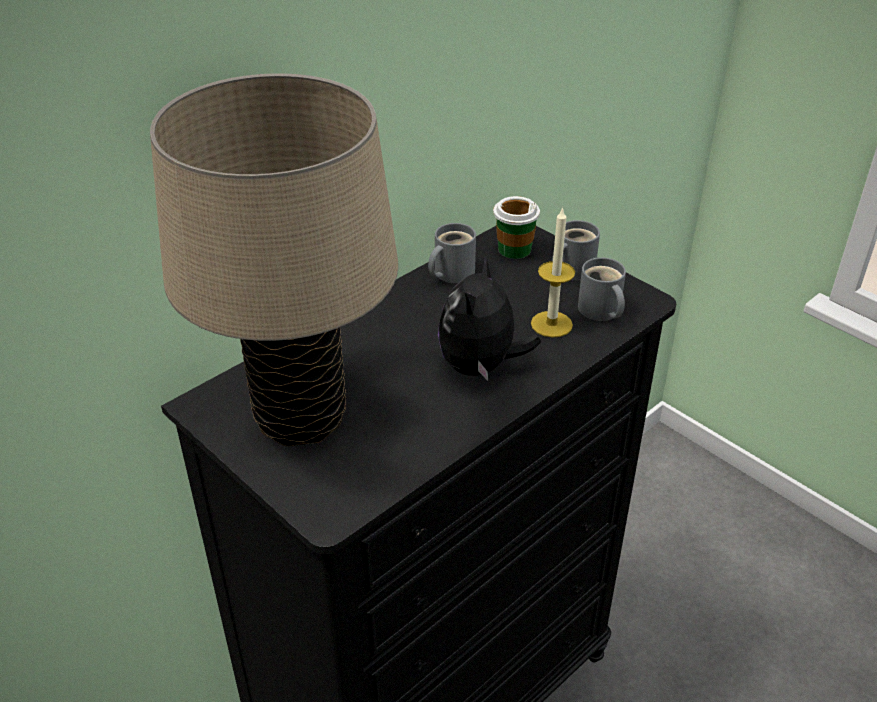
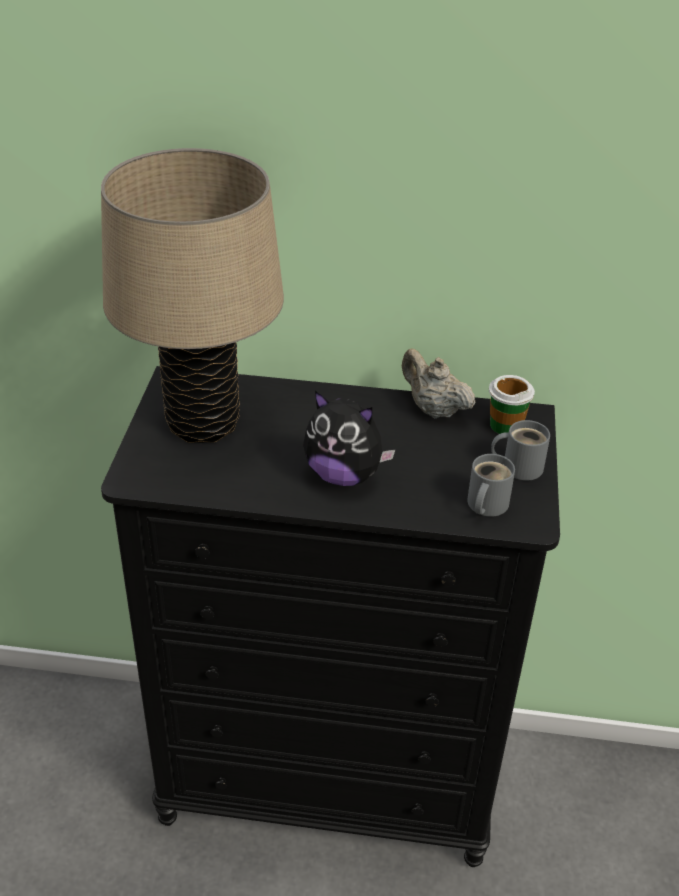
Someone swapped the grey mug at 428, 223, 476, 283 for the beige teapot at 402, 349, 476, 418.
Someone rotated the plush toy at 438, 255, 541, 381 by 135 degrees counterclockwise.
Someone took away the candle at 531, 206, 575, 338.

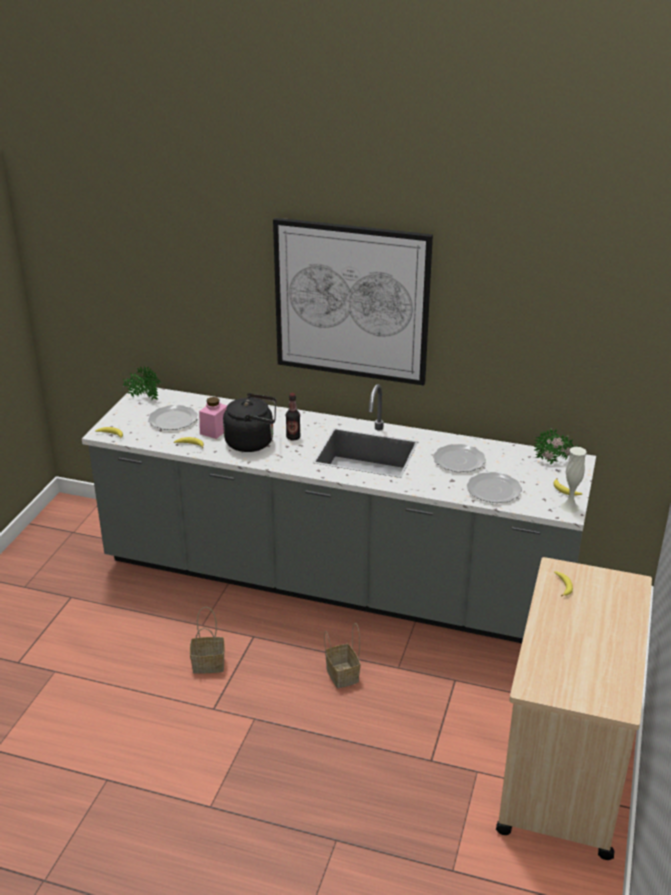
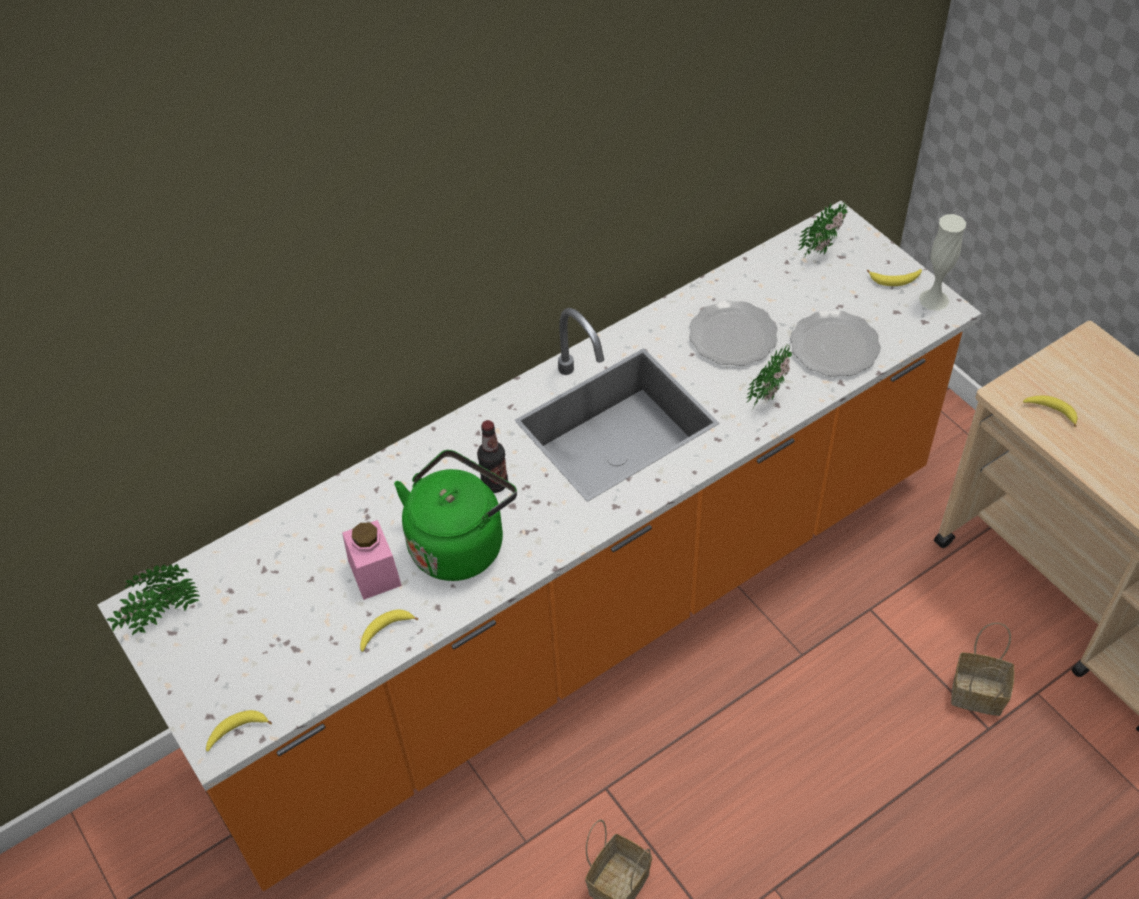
Someone repainted the grey counter at 82, 384, 596, 643, which became the orange counter at 98, 201, 982, 891.
Someone took away the plate at 148, 405, 198, 430.
Someone repainted the black kettle at 223, 393, 276, 452, which became the green kettle at 394, 450, 517, 581.
Someone took away the picture at 273, 218, 433, 386.
Someone carried the basket from 324, 623, 360, 688 to 951, 623, 1014, 716.
Someone put down the potted plant at 746, 344, 792, 410.

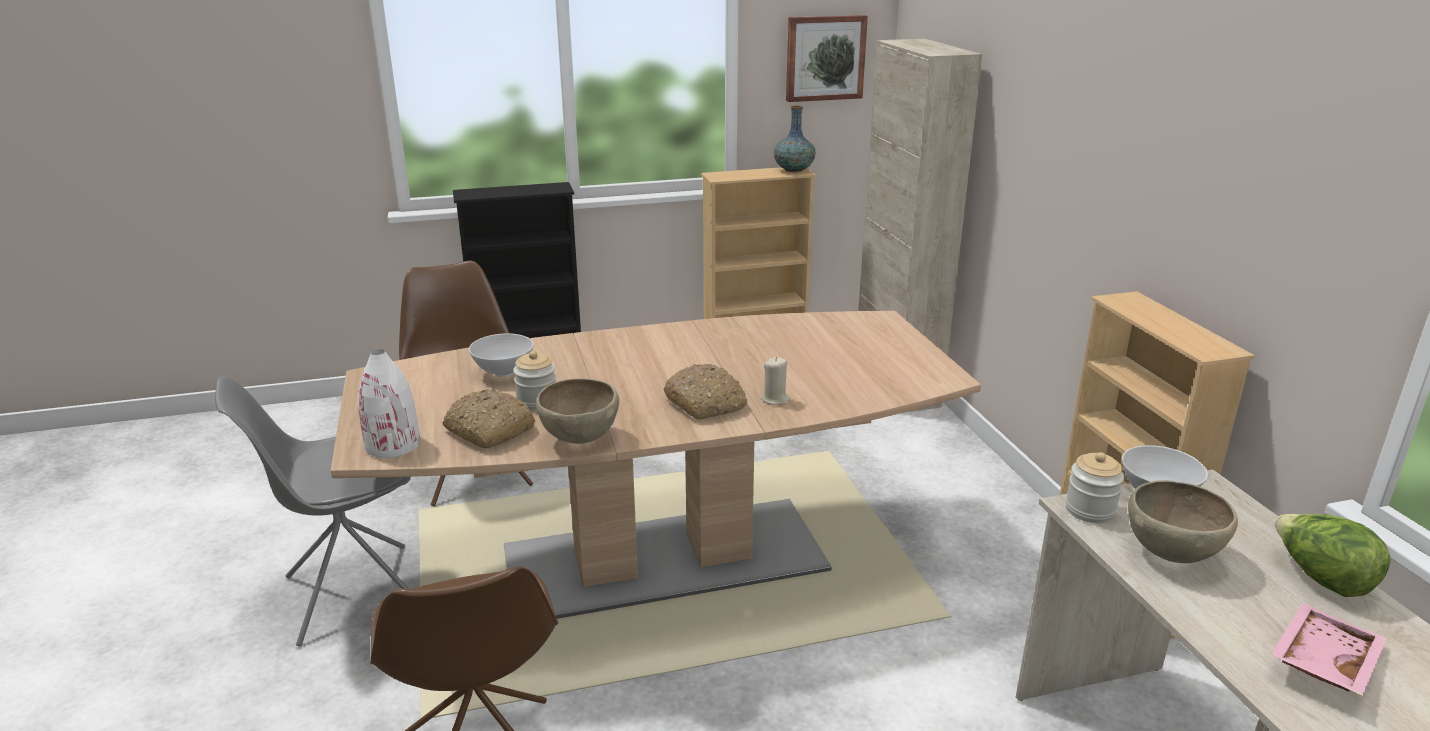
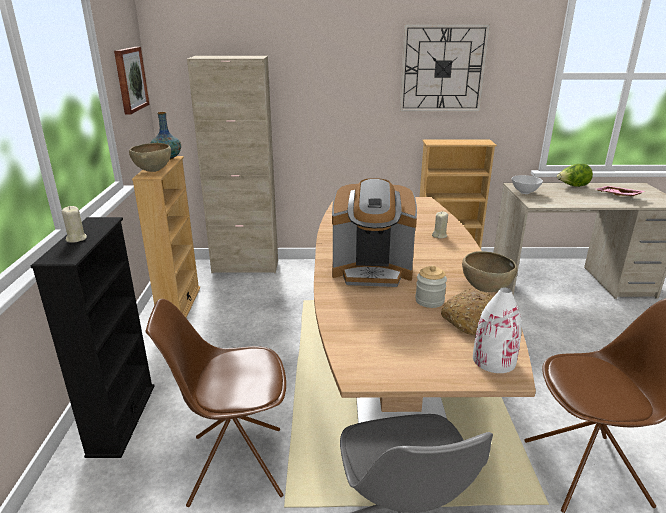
Someone took away the white bowl at 469, 333, 534, 377.
Someone took away the bread at 663, 364, 747, 420.
Someone took away the jar at 1065, 452, 1124, 523.
Someone carried the brown bowl from 1128, 480, 1238, 563 to 129, 143, 171, 172.
Someone put down the beige candle at 61, 206, 87, 243.
Someone put down the coffee machine at 332, 178, 417, 287.
Someone put up the wall clock at 399, 24, 490, 112.

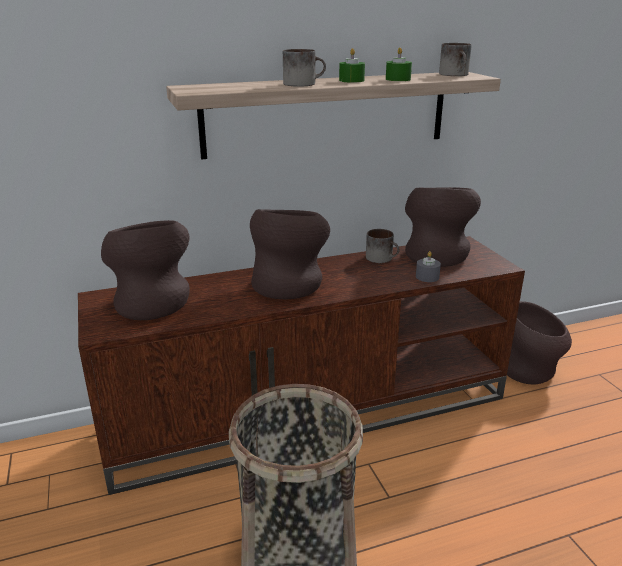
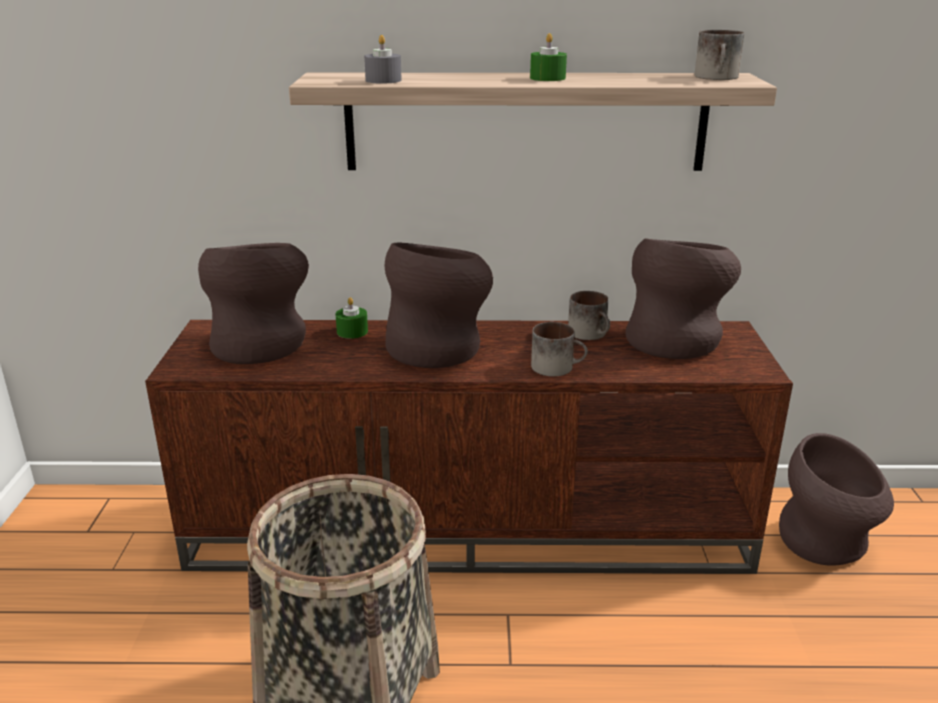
Someone carried the mug from 283, 49, 326, 87 to 531, 322, 588, 377.
Someone carried the green candle from 386, 47, 412, 81 to 335, 297, 368, 339.
Someone carried the grey candle from 416, 251, 441, 282 to 364, 35, 402, 84.

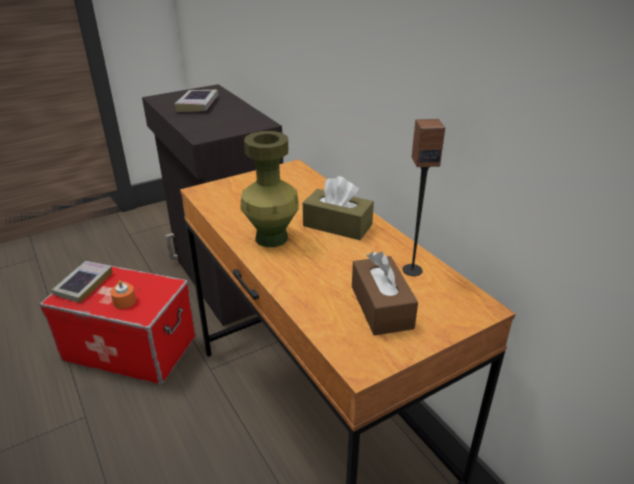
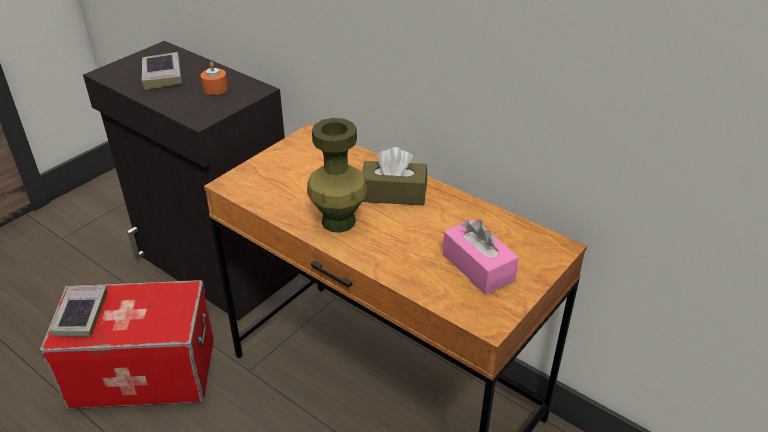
Someone carried the orange candle from 110, 280, 136, 309 to 201, 62, 228, 95.
Someone repainted the brown tissue box at 352, 252, 418, 336, which became the pink tissue box at 443, 219, 519, 295.
Someone took away the speaker at 402, 119, 445, 276.

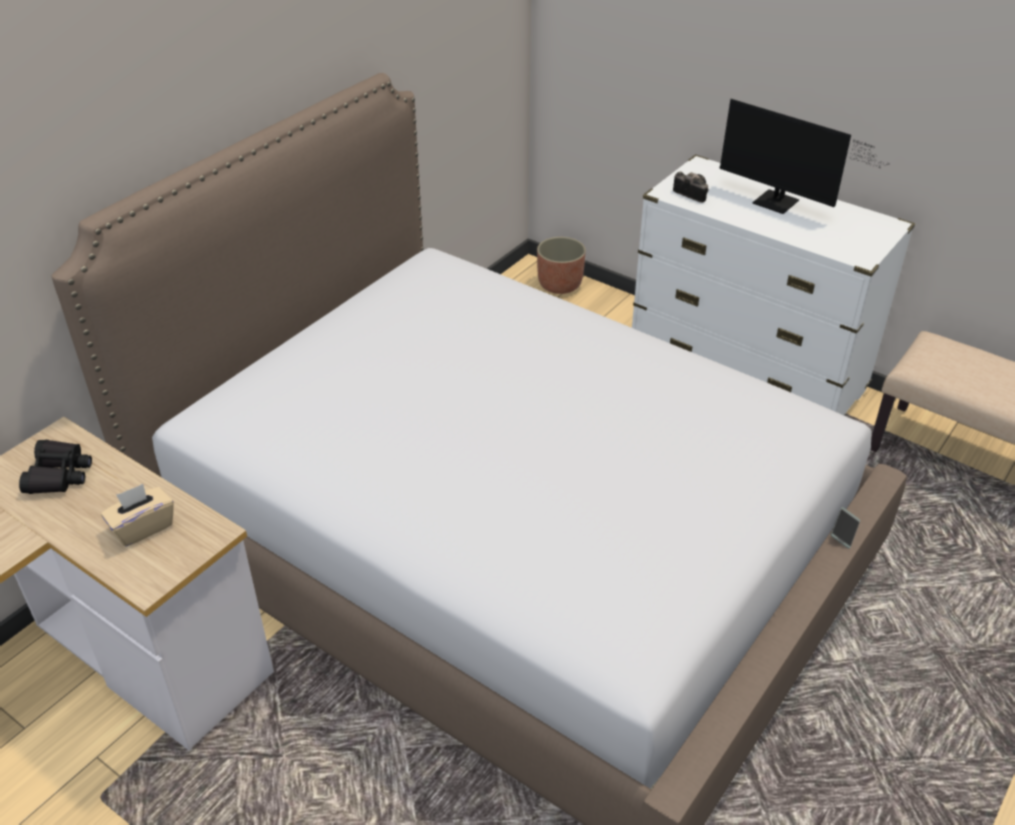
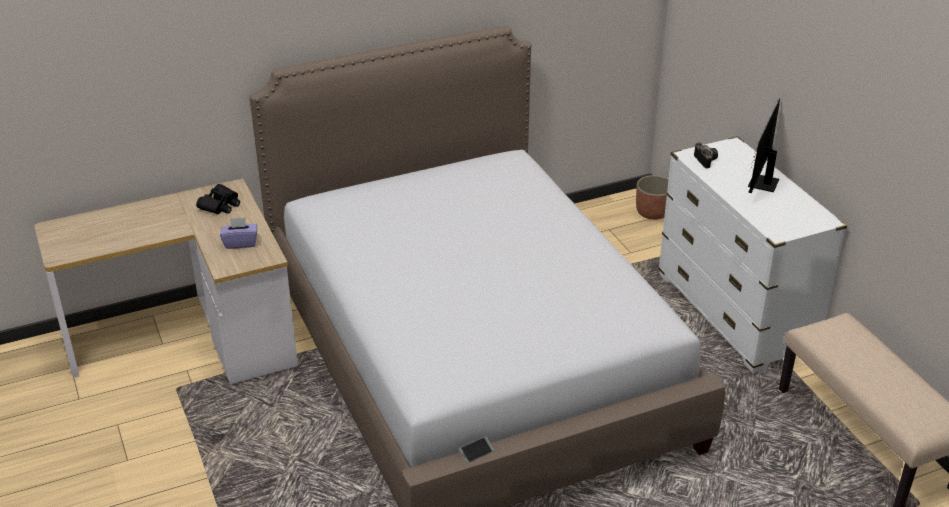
Someone repainted the beige tissue box at 101, 484, 174, 547, which became the purple tissue box at 220, 218, 257, 249.
Someone rotated the monitor at 719, 99, 888, 214 by 45 degrees clockwise.
Someone carried the phone from 831, 507, 860, 549 to 459, 437, 494, 463.

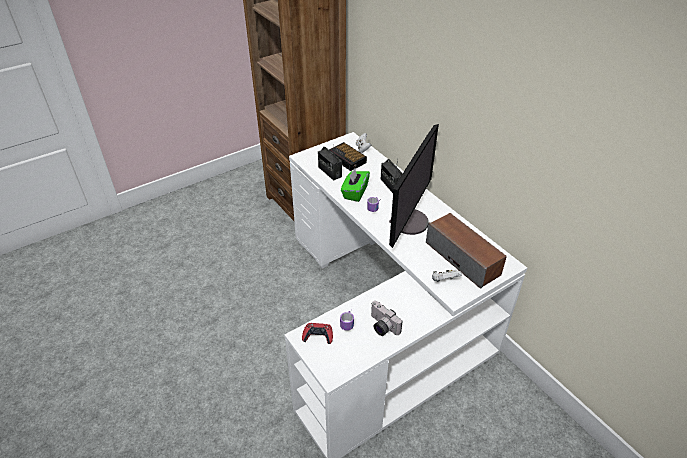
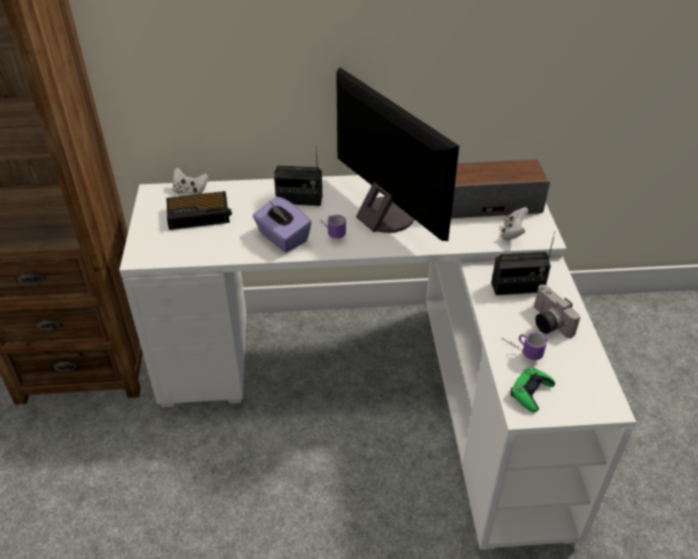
Someone repainted the red game controller at 302, 323, 333, 344, which became the green game controller at 511, 368, 555, 412.
Someone carried the radio from 318, 144, 342, 181 to 491, 232, 555, 295.
Someone repainted the green tissue box at 341, 168, 370, 202, which became the purple tissue box at 252, 197, 312, 252.
Someone rotated the photo camera at 371, 301, 402, 336 by 75 degrees clockwise.

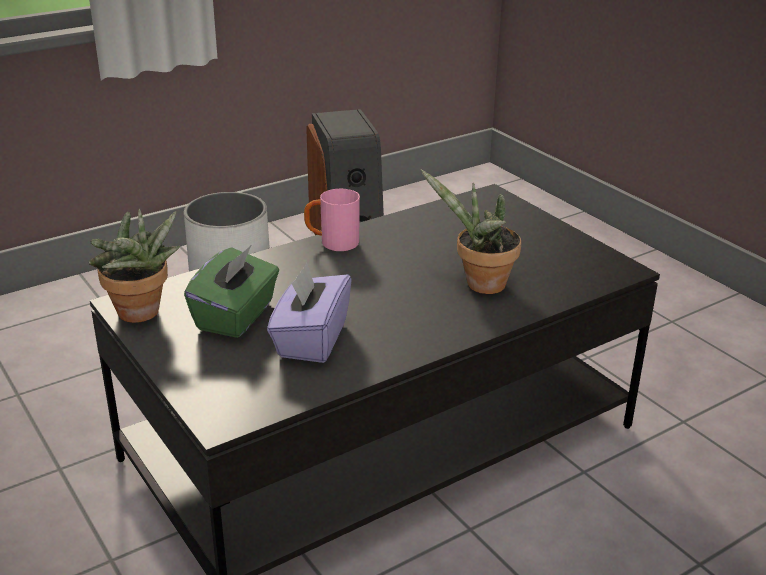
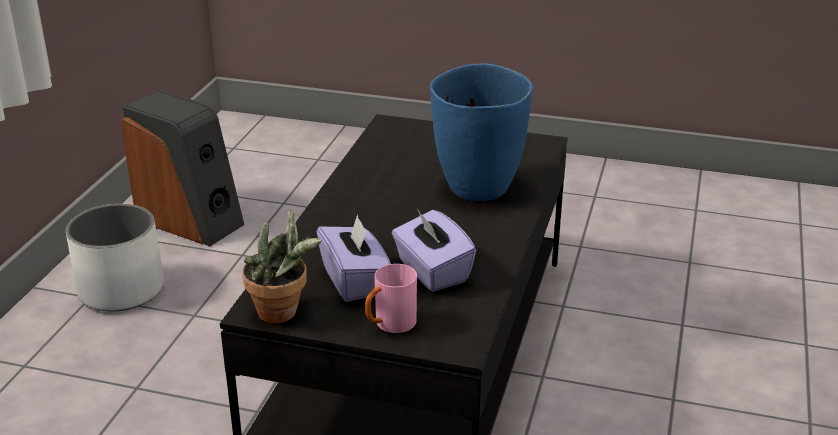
Someone repainted the green tissue box at 184, 246, 279, 338, which became the purple tissue box at 317, 214, 391, 302.
Someone carried the pink mug from 304, 189, 360, 251 to 365, 264, 417, 333.
Someone swapped the potted plant at 421, 169, 521, 294 for the blue vase at 430, 63, 533, 201.

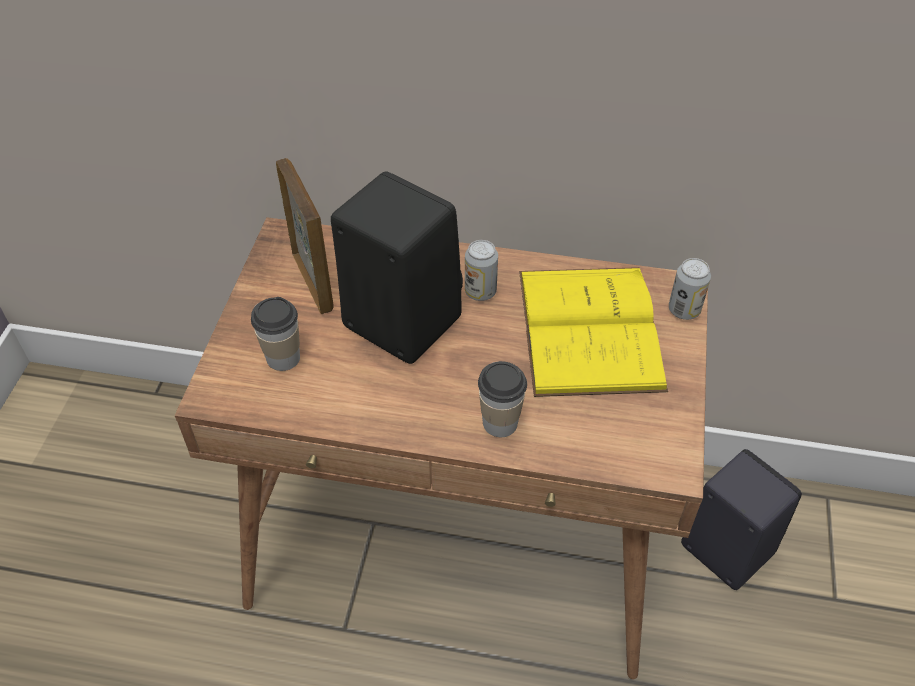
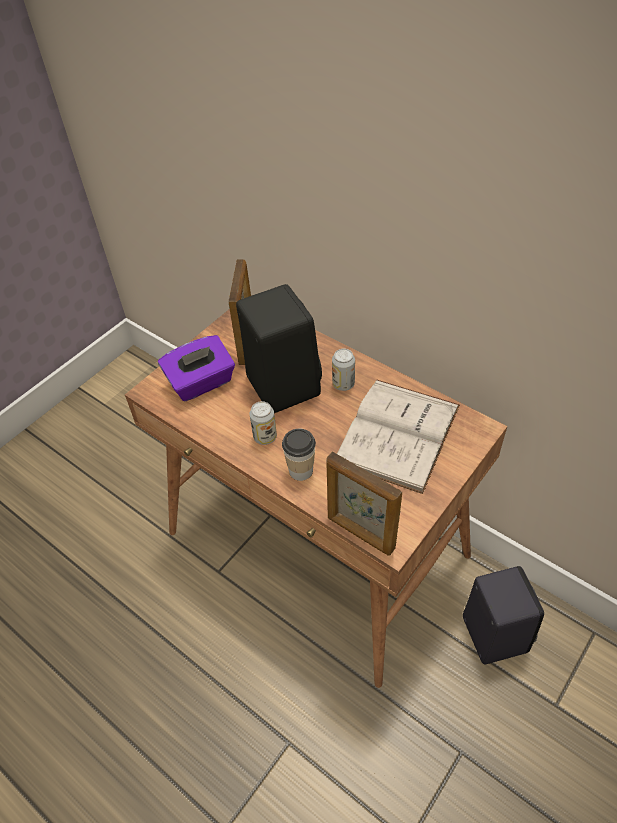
Someone swapped the cup at 251, 297, 300, 371 for the purple tissue box at 158, 335, 235, 401.
Someone repainted the yellow book at 519, 267, 668, 397, which became the white book at 337, 380, 460, 494.
Someone carried the can from 669, 258, 711, 320 to 249, 401, 277, 445.
Someone put down the picture frame at 327, 451, 402, 556.

